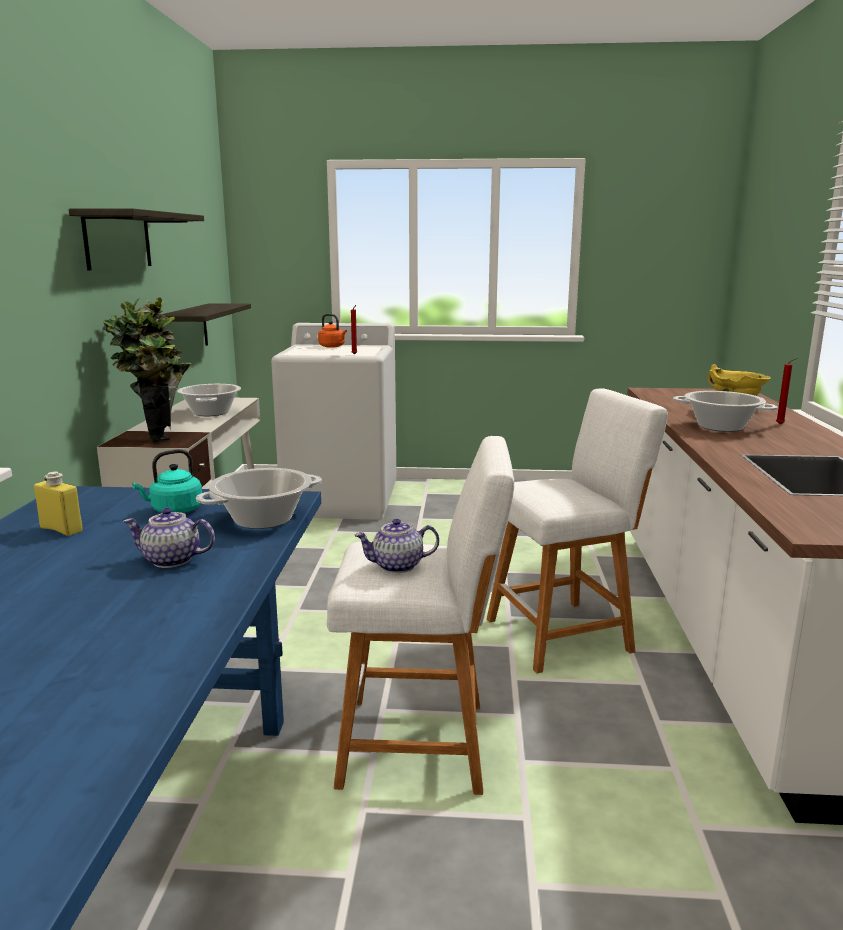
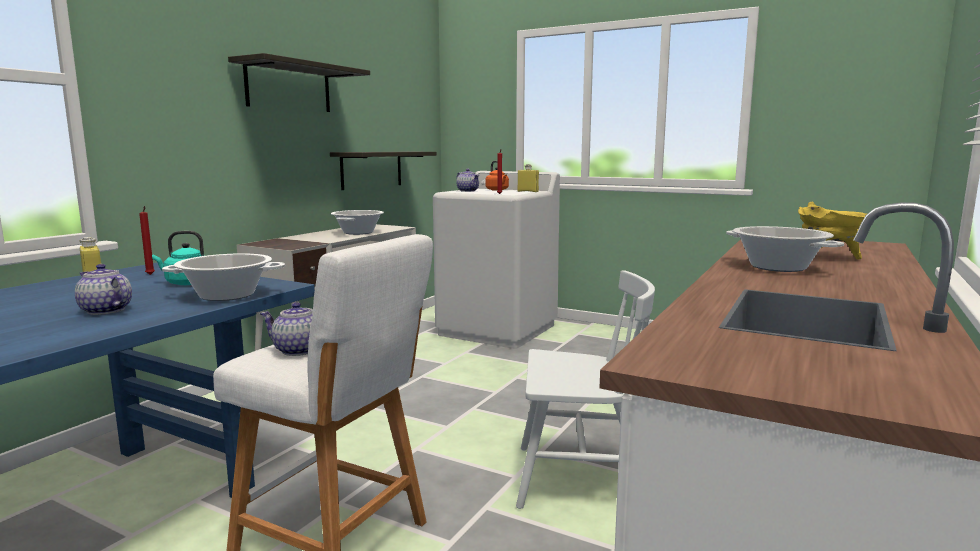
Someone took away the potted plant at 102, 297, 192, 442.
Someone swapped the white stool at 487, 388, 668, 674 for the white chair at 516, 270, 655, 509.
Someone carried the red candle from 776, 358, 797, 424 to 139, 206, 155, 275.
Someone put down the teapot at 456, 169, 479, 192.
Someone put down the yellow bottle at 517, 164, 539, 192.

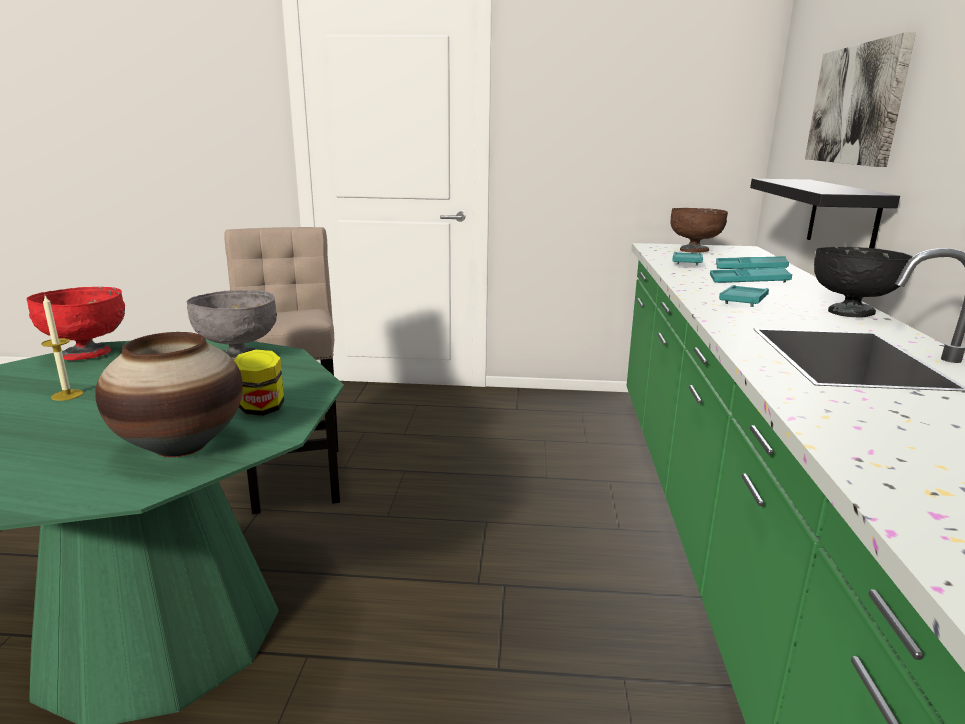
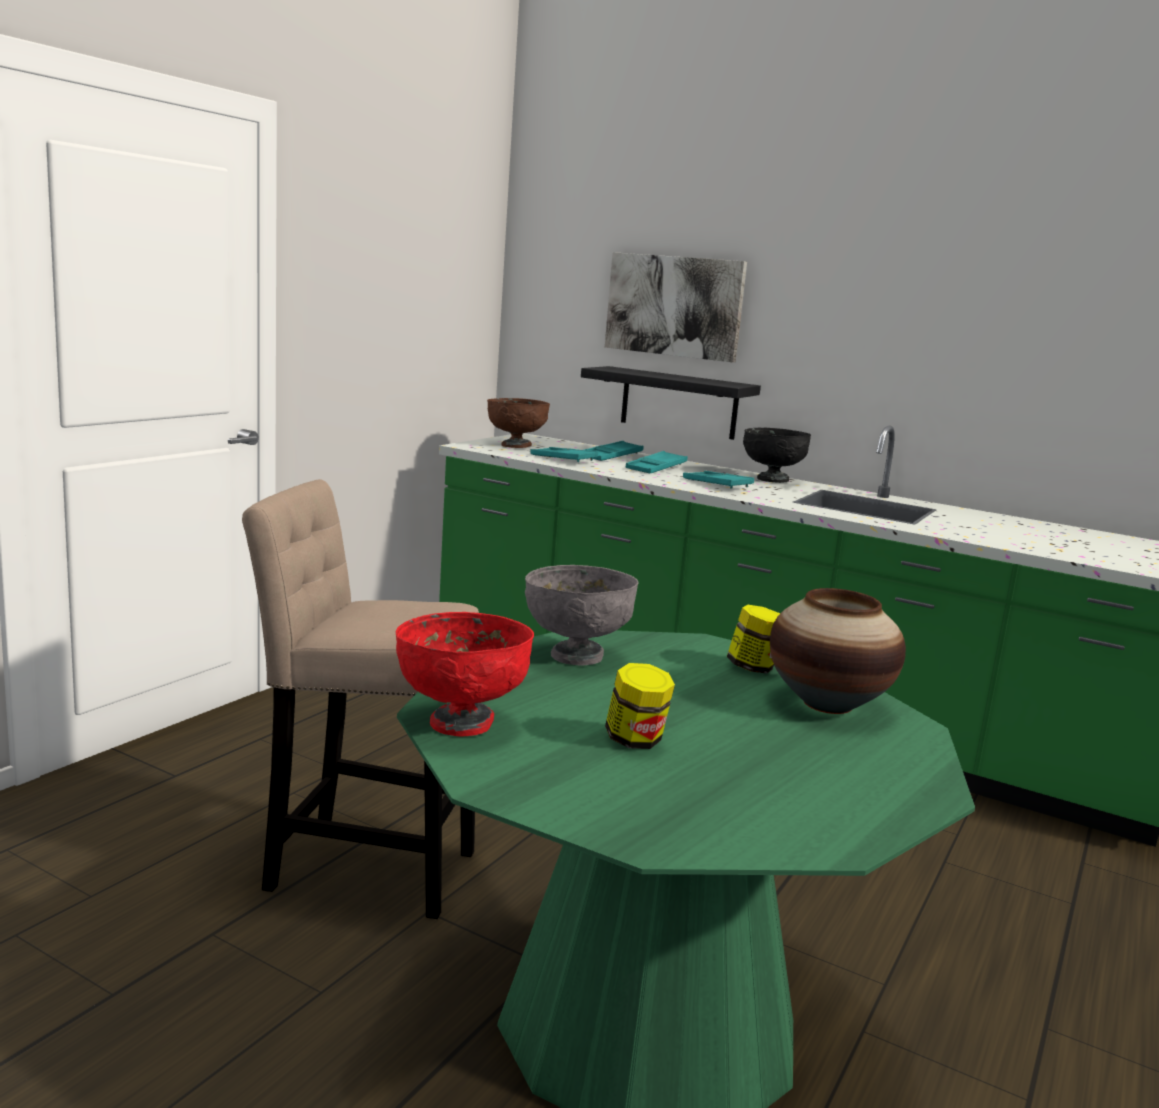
Someone swapped the candle at 41, 296, 83, 401 for the jar at 605, 663, 675, 749.

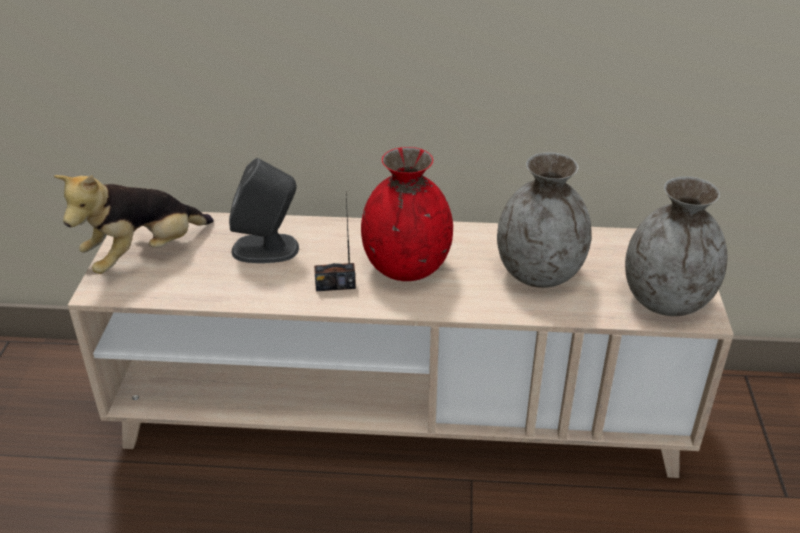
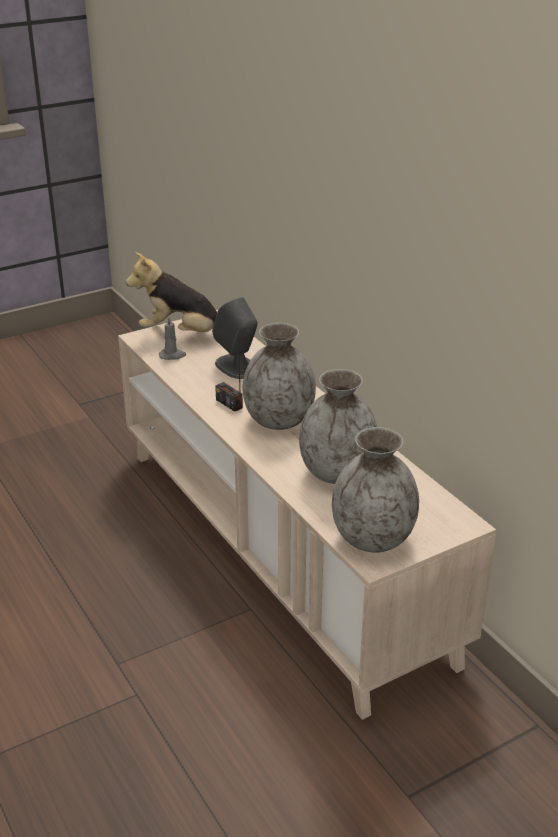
Someone repainted the red vase at 361, 147, 453, 281, which became the grey vase at 243, 323, 316, 430.
Someone put down the grey candle at 159, 317, 186, 360.

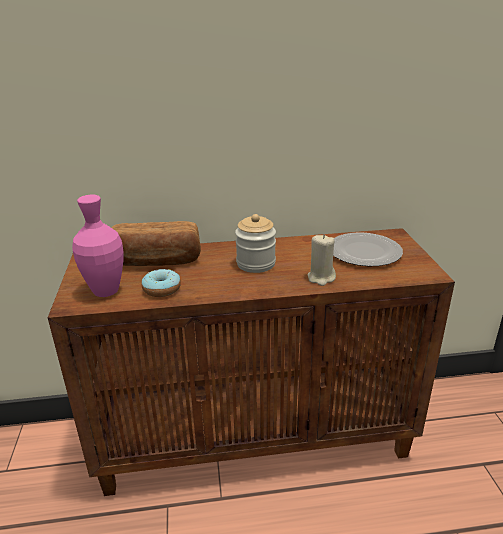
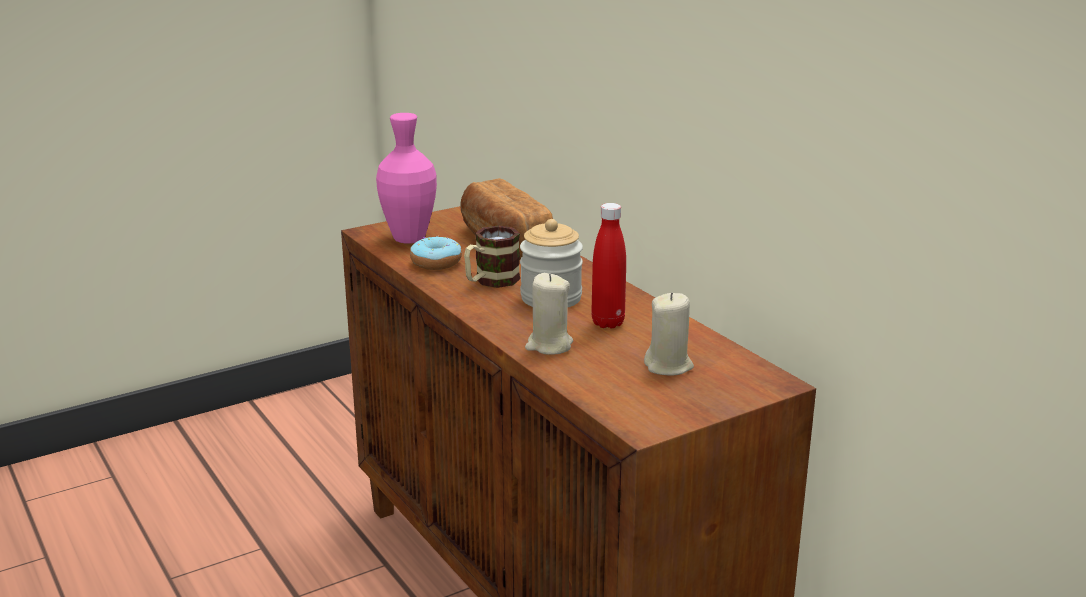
Someone swapped the plate at 333, 232, 403, 266 for the beige candle at 644, 293, 694, 376.
Someone put down the mug at 464, 225, 520, 288.
Someone put down the red bottle at 591, 203, 626, 329.

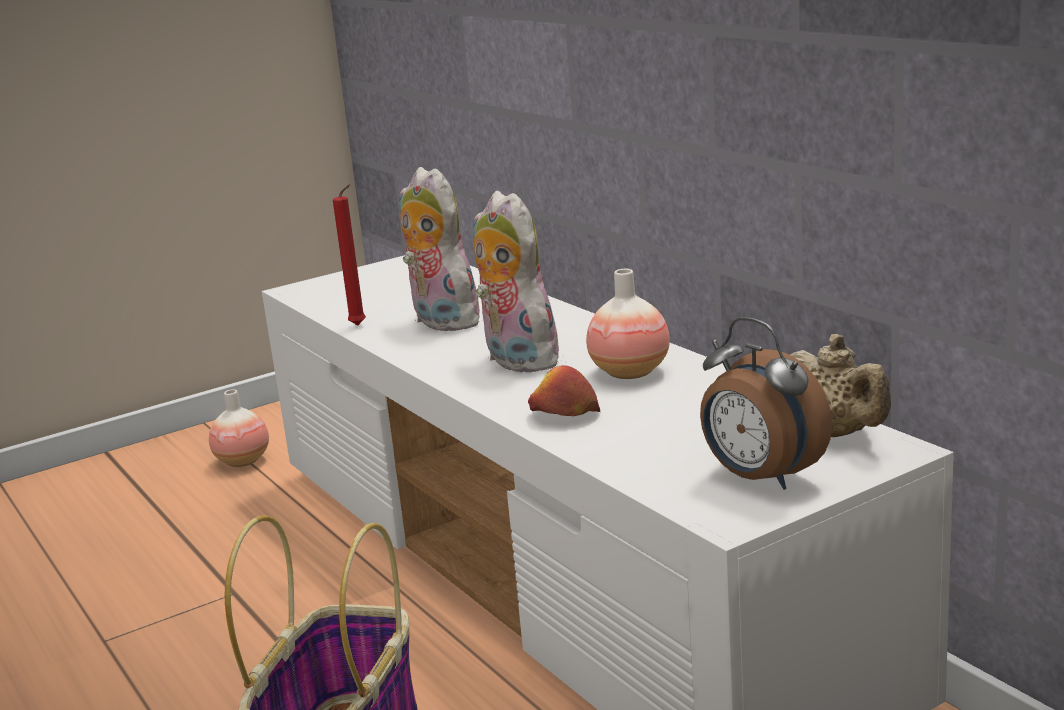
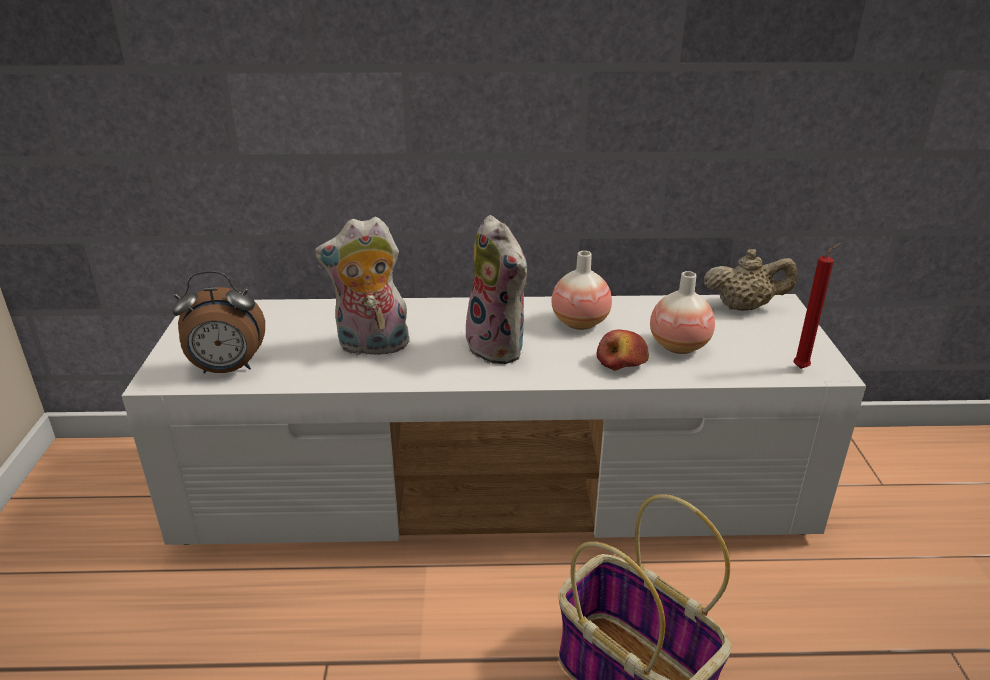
Someone carried the vase from 209, 389, 269, 467 to 650, 271, 715, 354.
Someone carried the red candle from 333, 184, 366, 326 to 793, 243, 841, 369.
Someone rotated the plush toy at 473, 191, 567, 373 by 120 degrees counterclockwise.
Someone carried the alarm clock from 700, 317, 832, 490 to 172, 271, 265, 373.

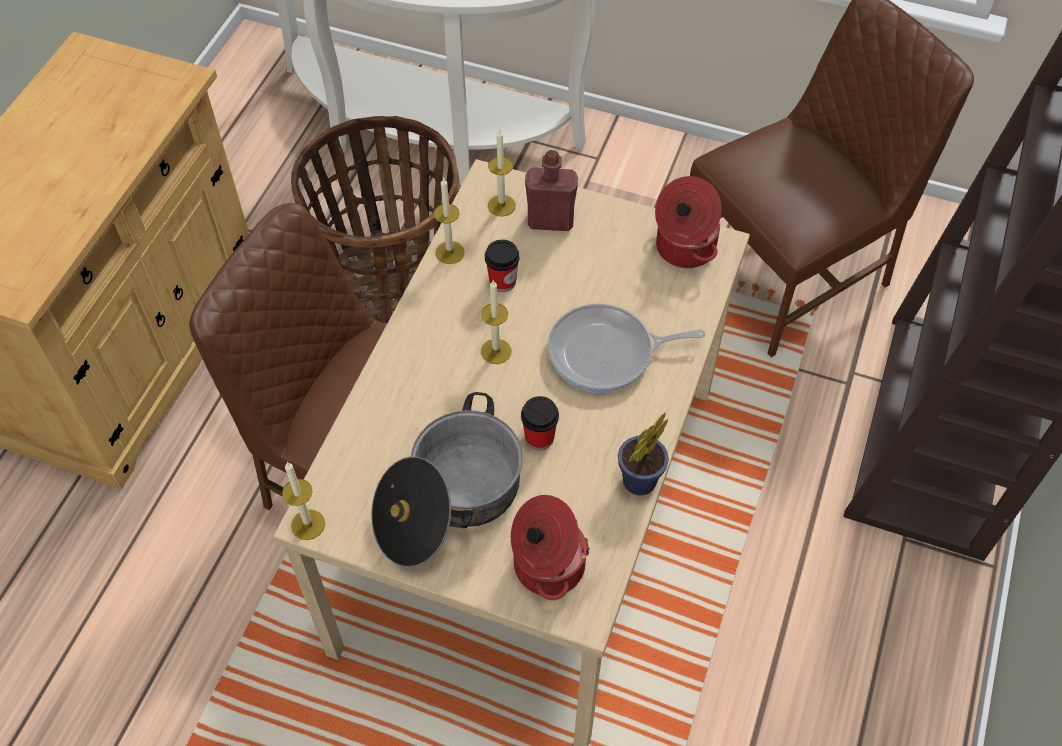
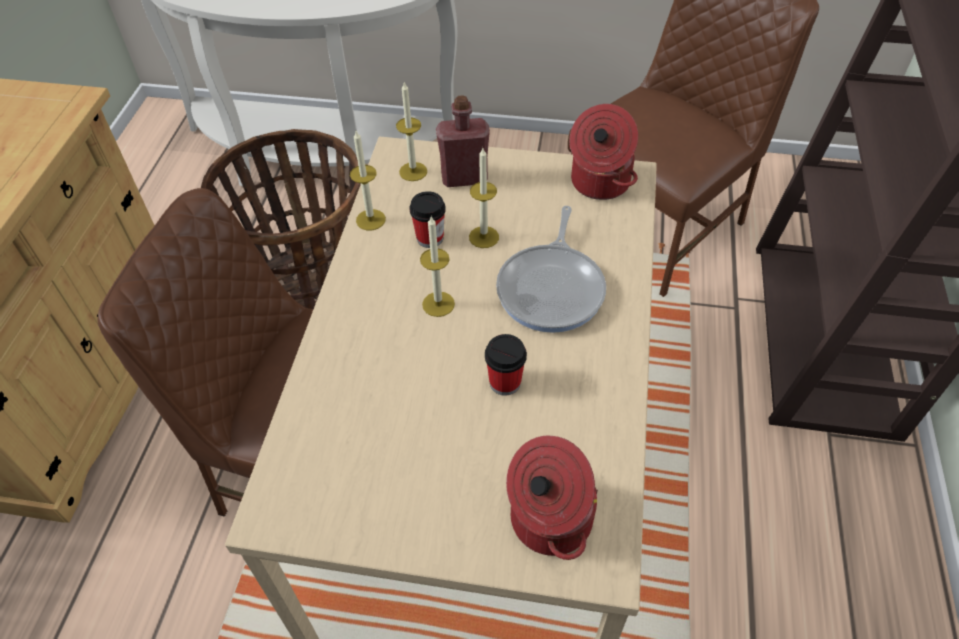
Someone carried the candle from 282, 462, 325, 540 to 469, 148, 499, 248.
Someone took away the cooking pot at 371, 392, 523, 567.
Someone rotated the frying pan at 548, 304, 705, 393 by 60 degrees counterclockwise.
Someone took away the potted plant at 618, 412, 669, 495.

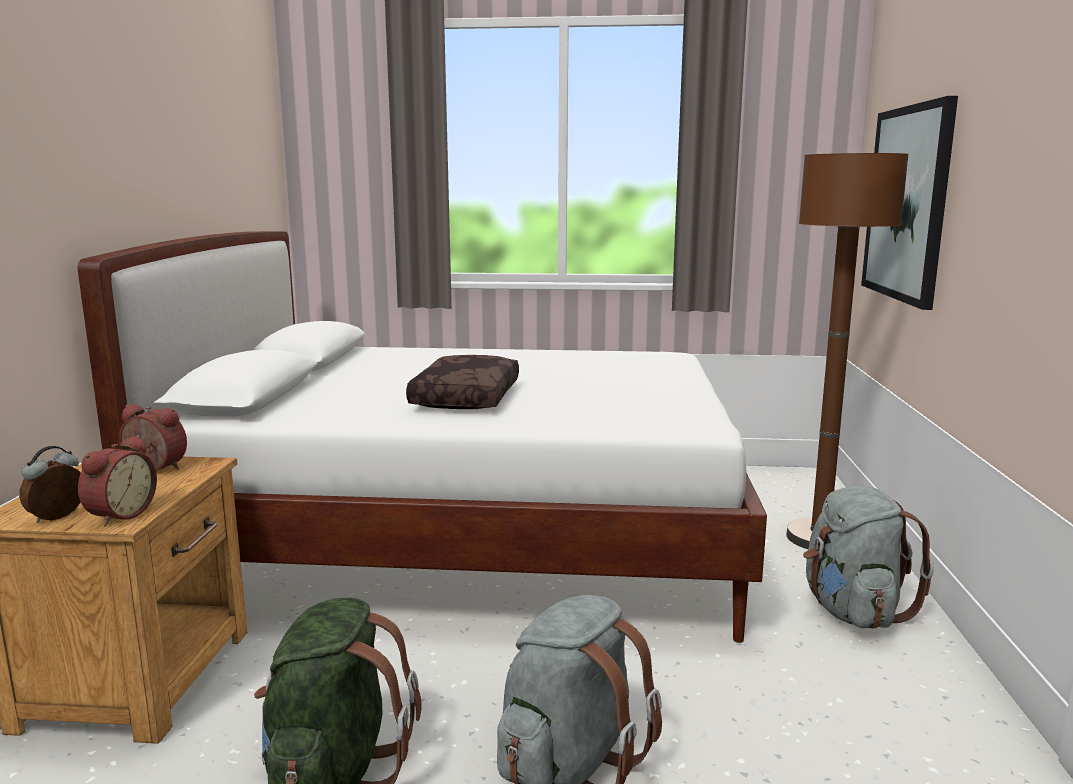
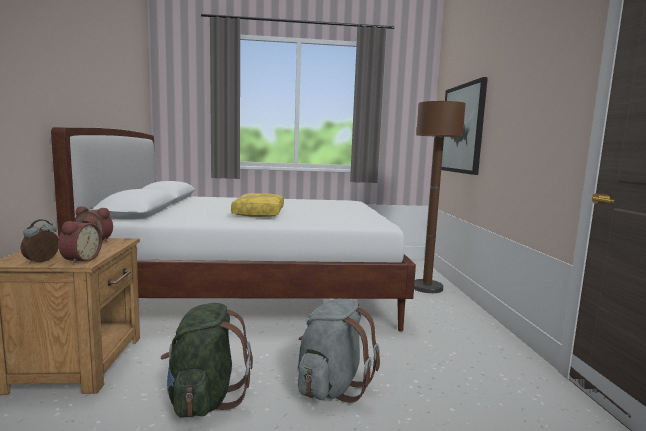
Someone repainted the brown pillow at 406, 355, 519, 409, which became the yellow pillow at 231, 193, 284, 217.
Someone took away the grey backpack at 803, 486, 934, 629.

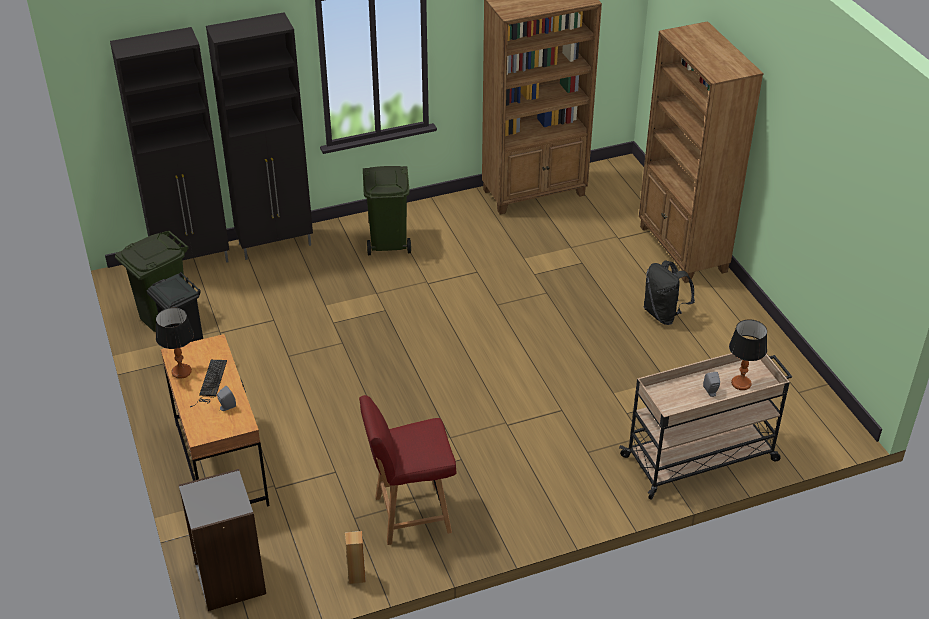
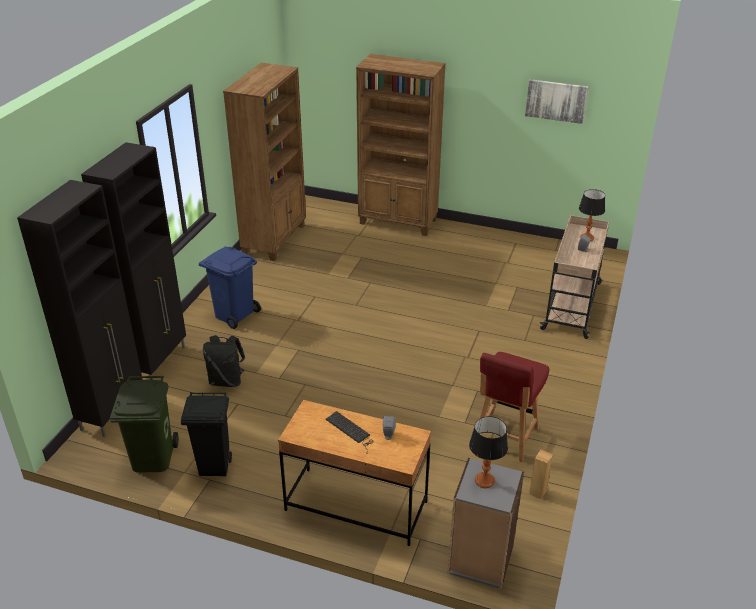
Someone carried the table lamp from 156, 307, 194, 379 to 469, 416, 508, 488.
Someone repainted the green trash can at 363, 166, 411, 255, which became the blue trash can at 199, 246, 261, 329.
Someone carried the black backpack from 644, 260, 695, 325 to 203, 335, 245, 387.
Someone put up the picture at 525, 79, 589, 124.

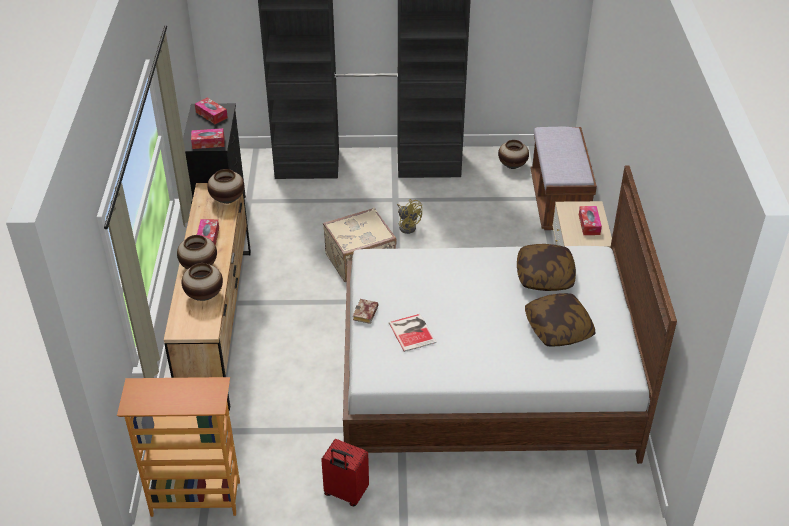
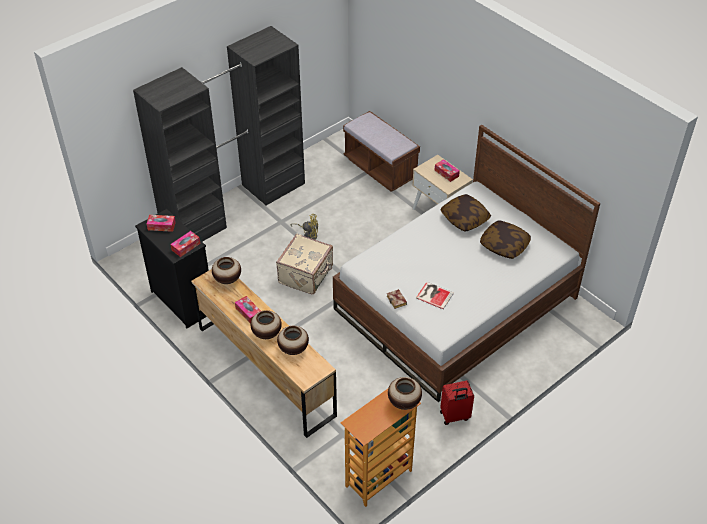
Someone carried the vase from 498, 140, 529, 169 to 388, 377, 422, 410.

